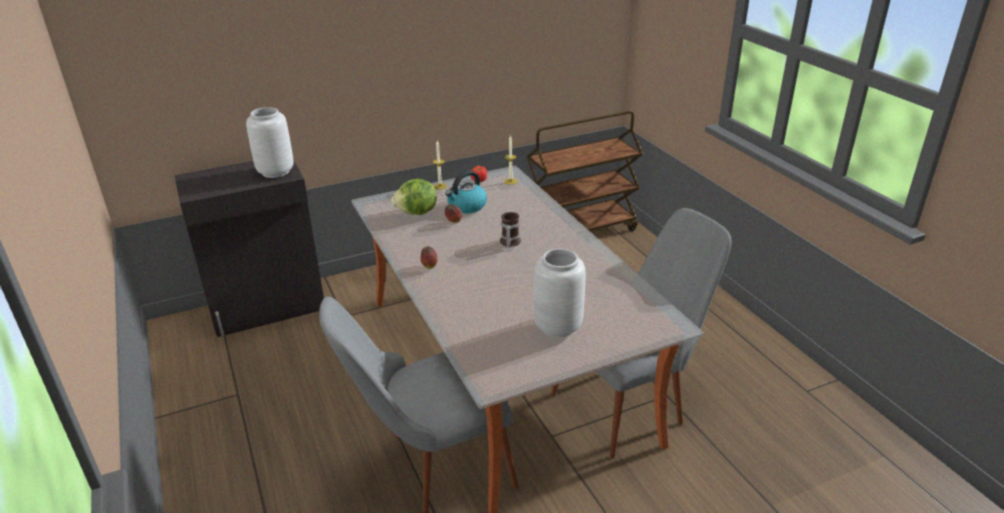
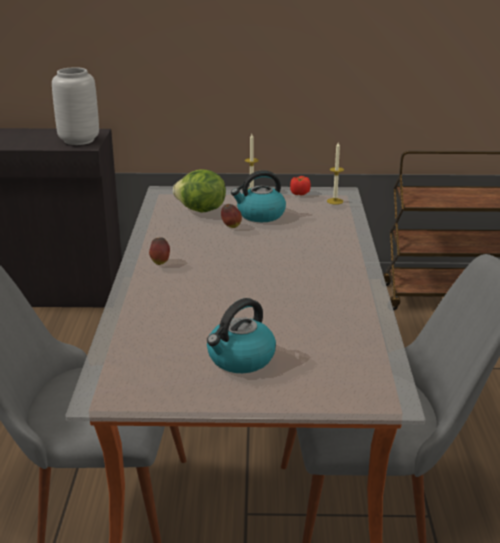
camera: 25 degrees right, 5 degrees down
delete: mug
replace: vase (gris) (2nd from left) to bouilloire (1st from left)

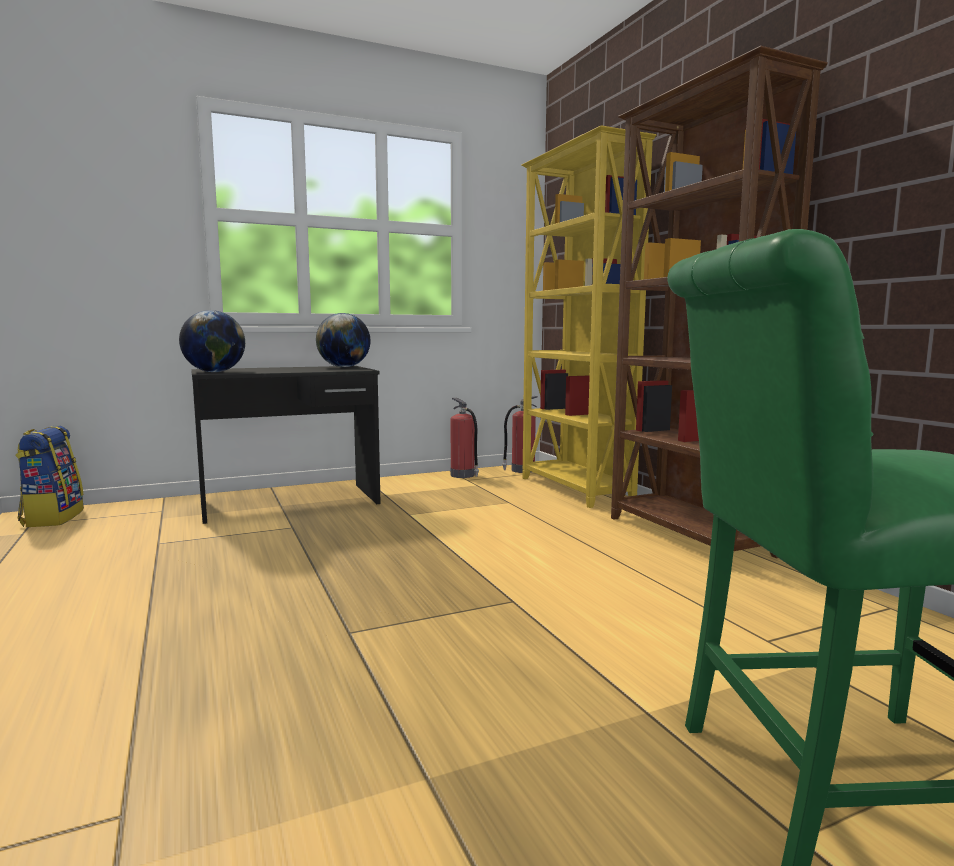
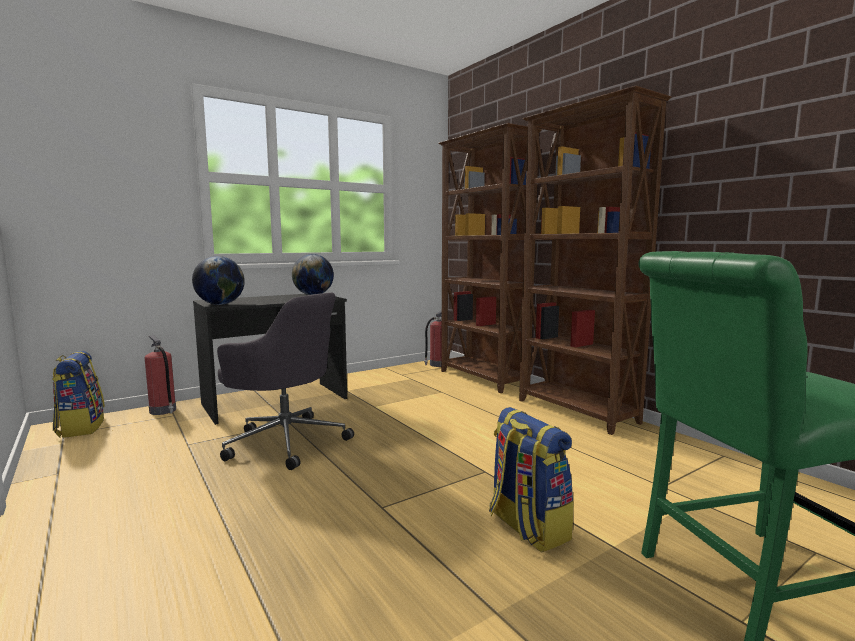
camera: 10 degrees left, 0 degrees up
insert: chaise de bureau (gris); sac à dos (2nd from left)
move: extincteur (1st from left)
recolor: bibliothèque (jaune) to bibliothèque (marron) (1st from left)

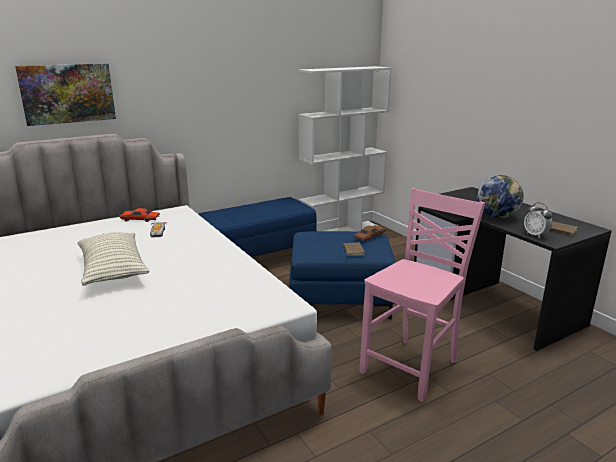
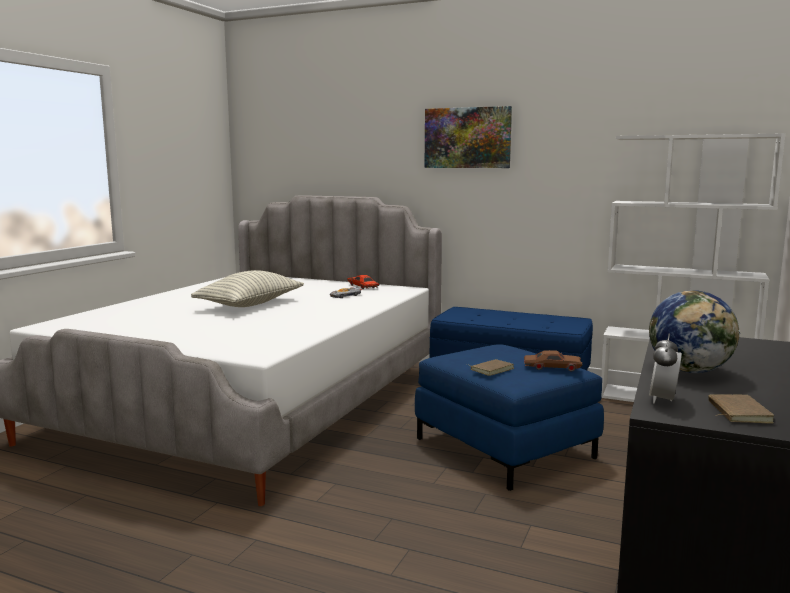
camera: 55 degrees right, 10 degrees down
delete: chaise (rose)
move: tableau

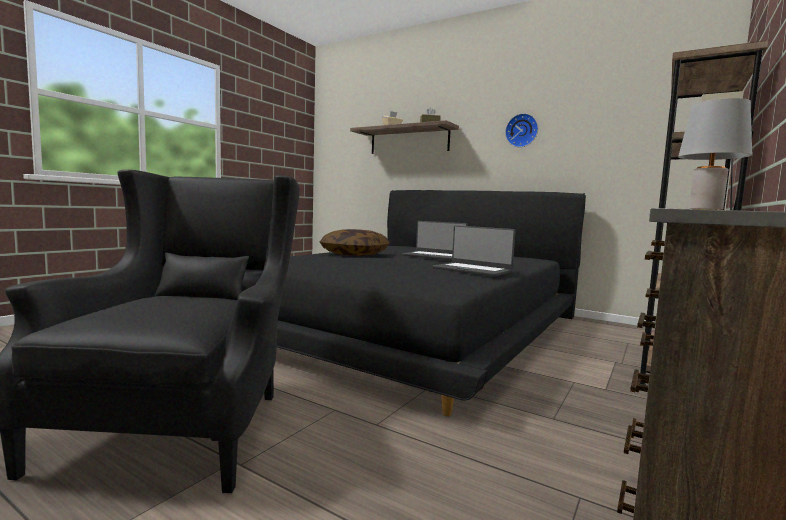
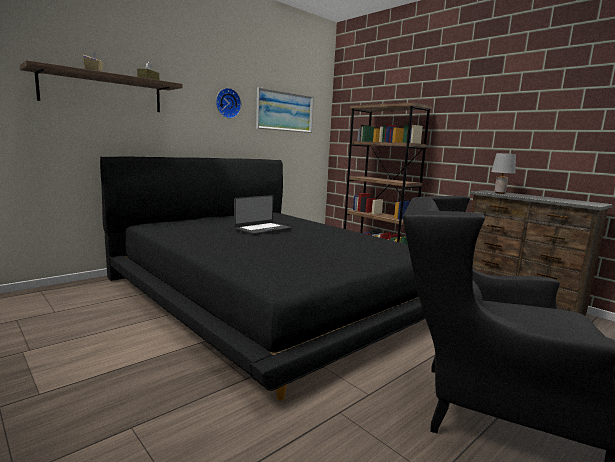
camera: 75 degrees left, 5 degrees up
delete: coussin; ordinateur portable (2nd from left)
insert: tableau

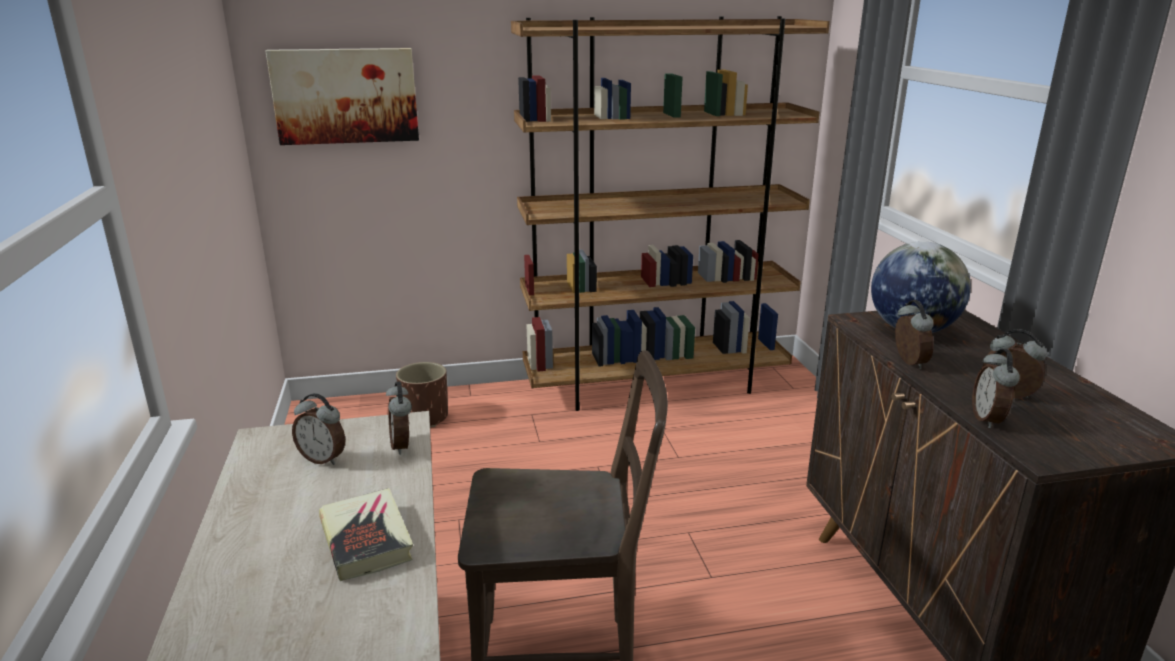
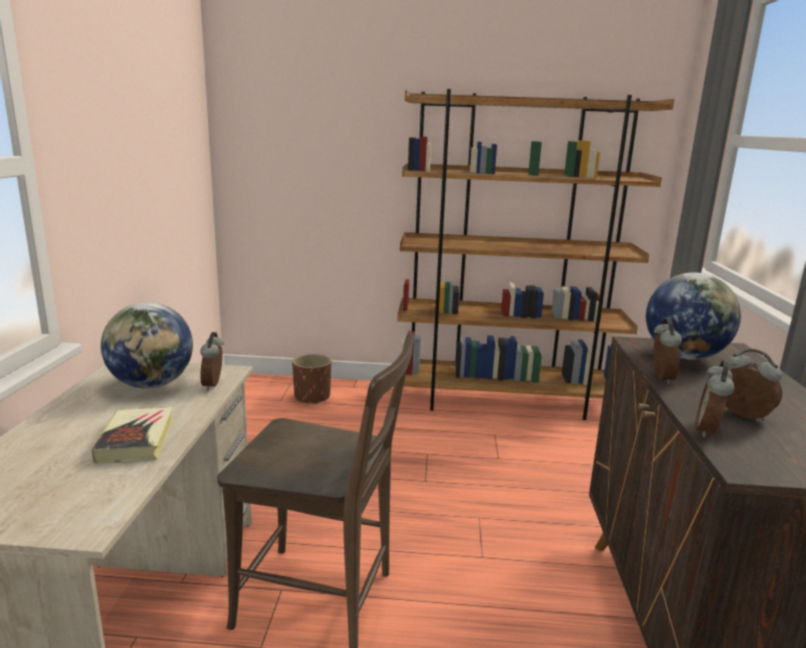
camera: 15 degrees right, 5 degrees down
delete: tableau
replace: réveil (1st from left) to globe (1st from left)

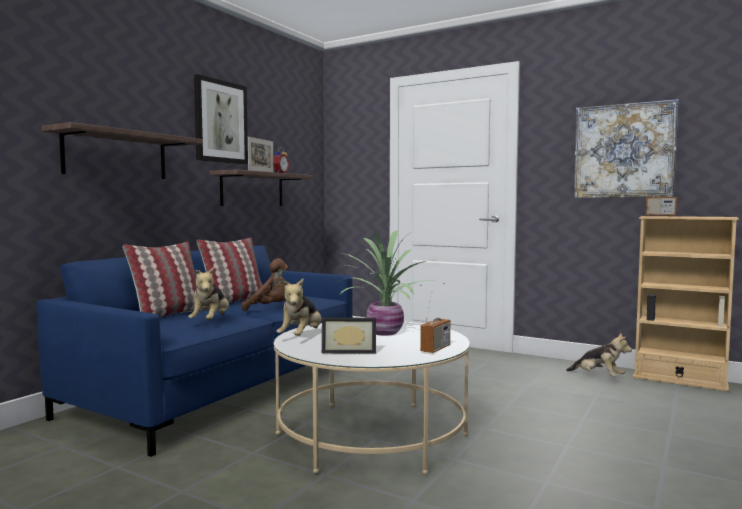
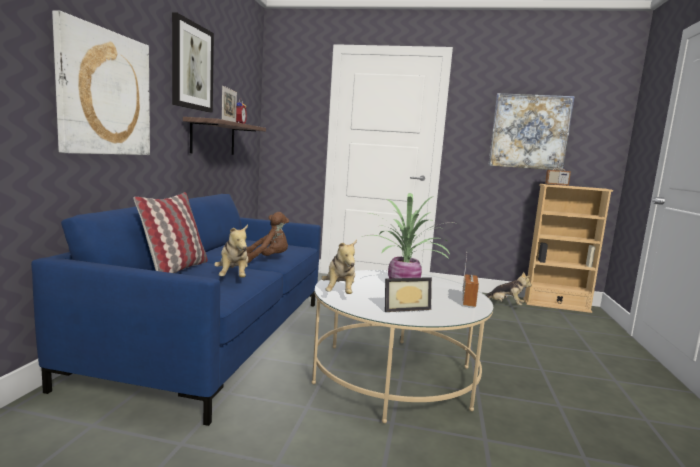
camera: 20 degrees left, 5 degrees up
delete: coussin (2nd from left)
replace: étagère (1st from left) to tableau (1st from left)

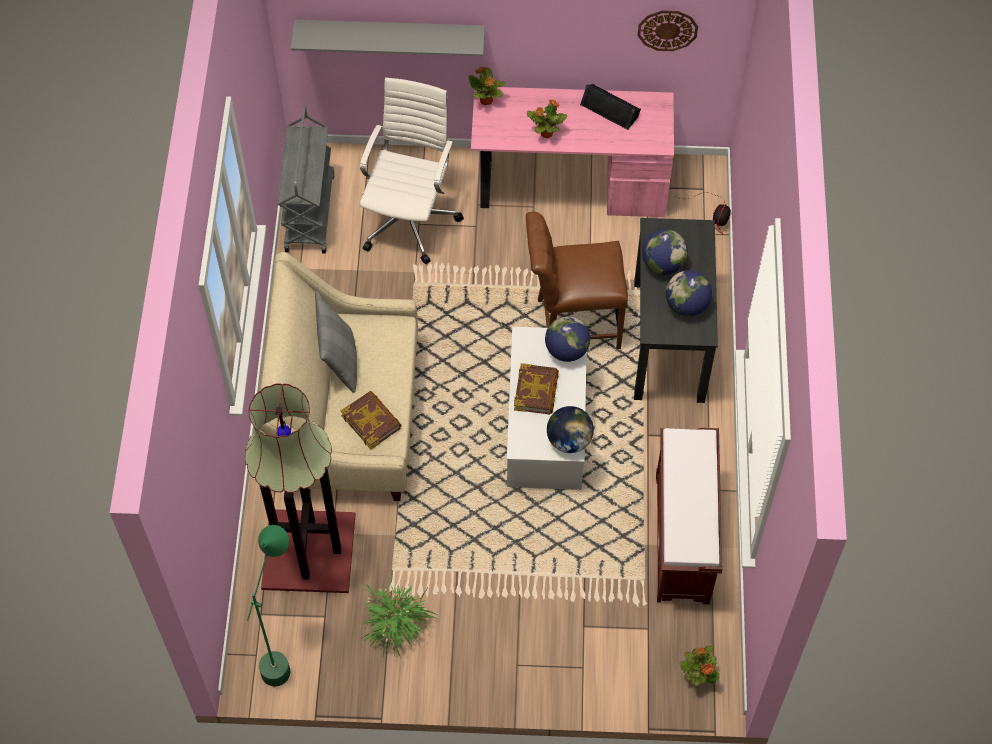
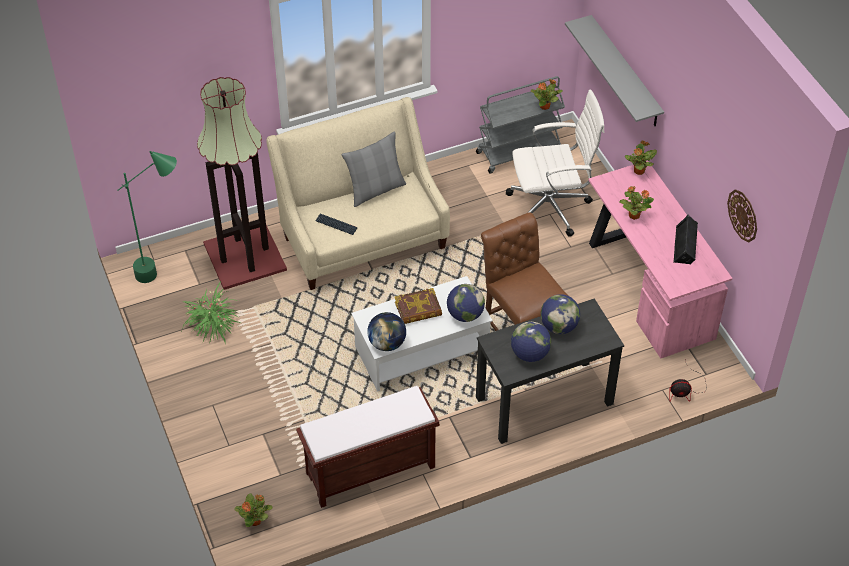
camera: 65 degrees right, 10 degrees down
insert: plante en pot (3rd from left)
replace: livre (1st from left) to clavier

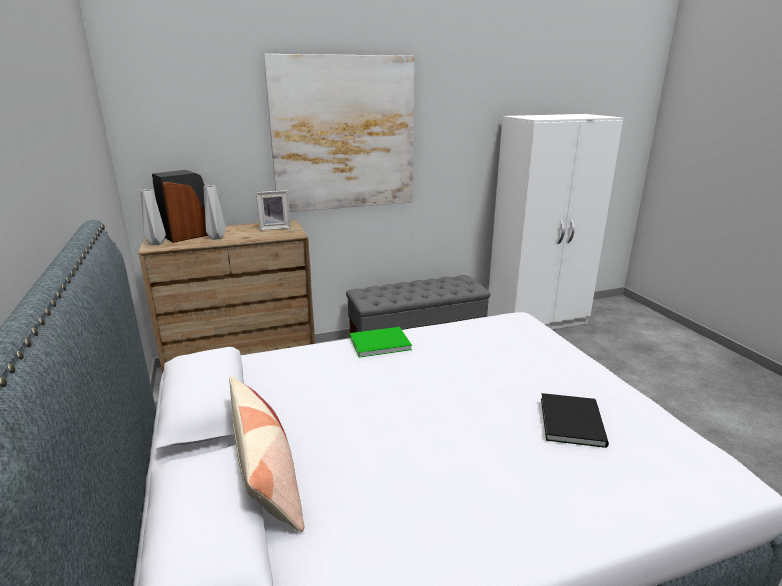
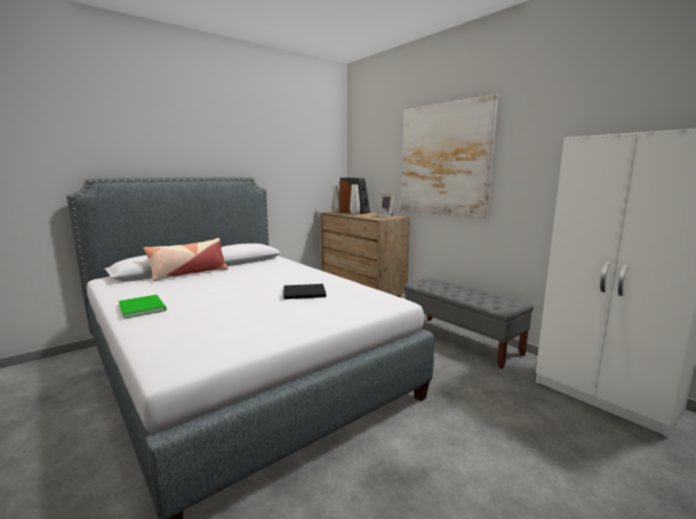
camera: 70 degrees right, 10 degrees down
move: livre (vert); livre (noir)

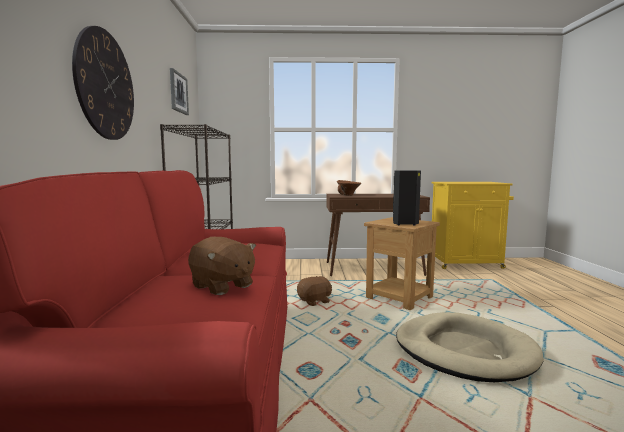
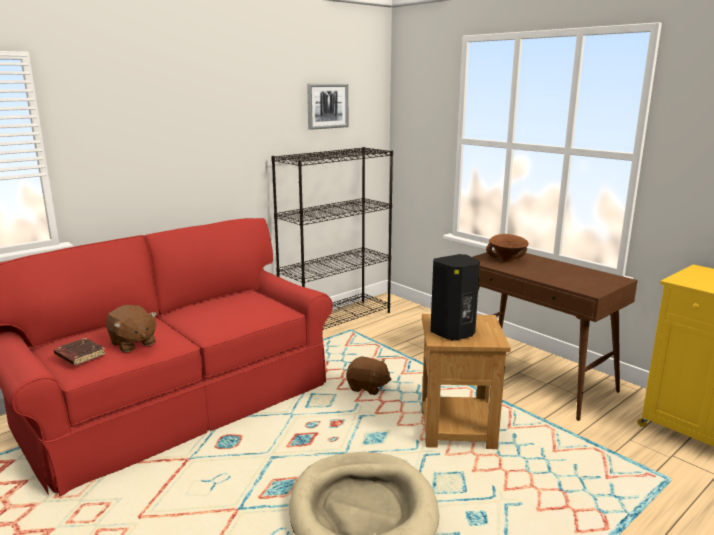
camera: 50 degrees right, 10 degrees up
delete: horloge murale
insert: livre (marron)
rotate: peluche (marron) (1st from left) 45 degrees counterclockwise

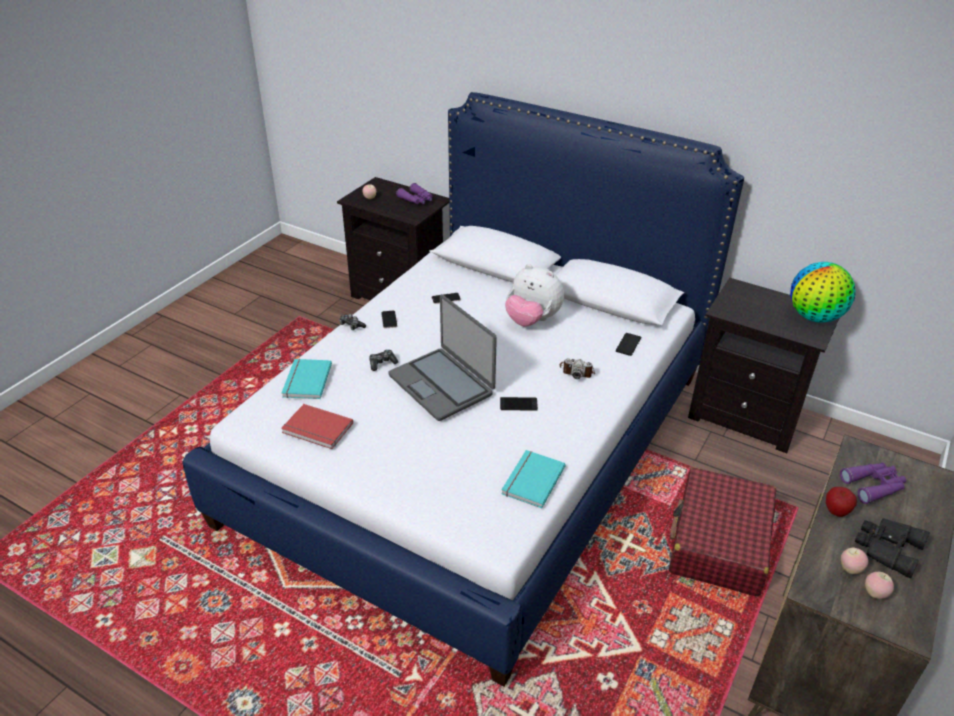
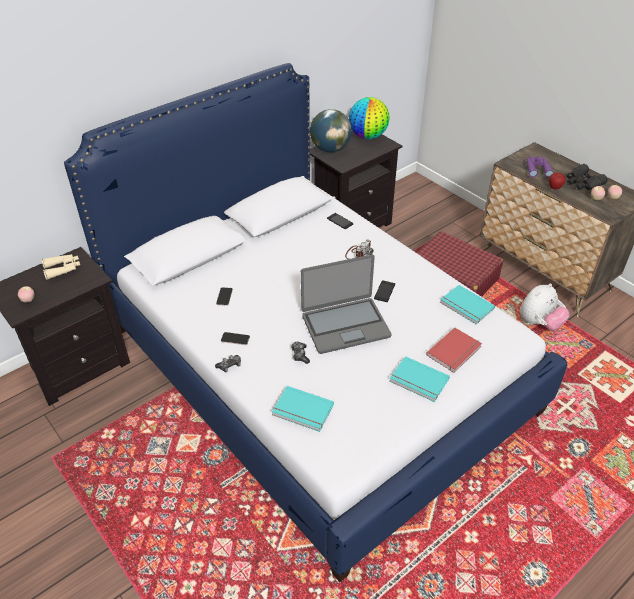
camera: 70 degrees left, 5 degrees up
insert: globe (1st from left); livre (turquoise) (2nd from left)
move: livre (rouge); peluche
recolor: jumelles (violet) (1st from left) to jumelles (beige)

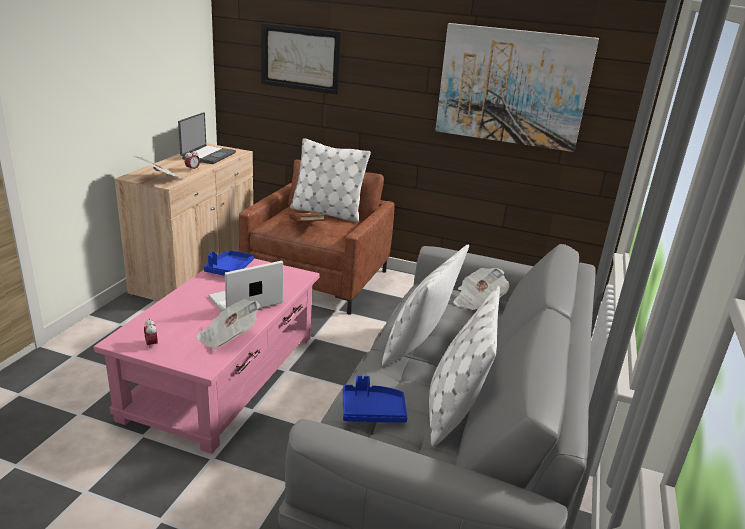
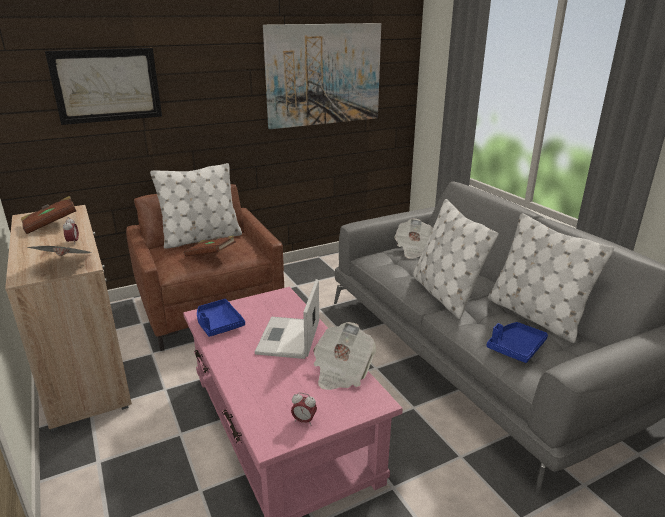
camera: 45 degrees left, 0 degrees up
replace: ordinateur portable (1st from left) to livre (marron) (1st from left)

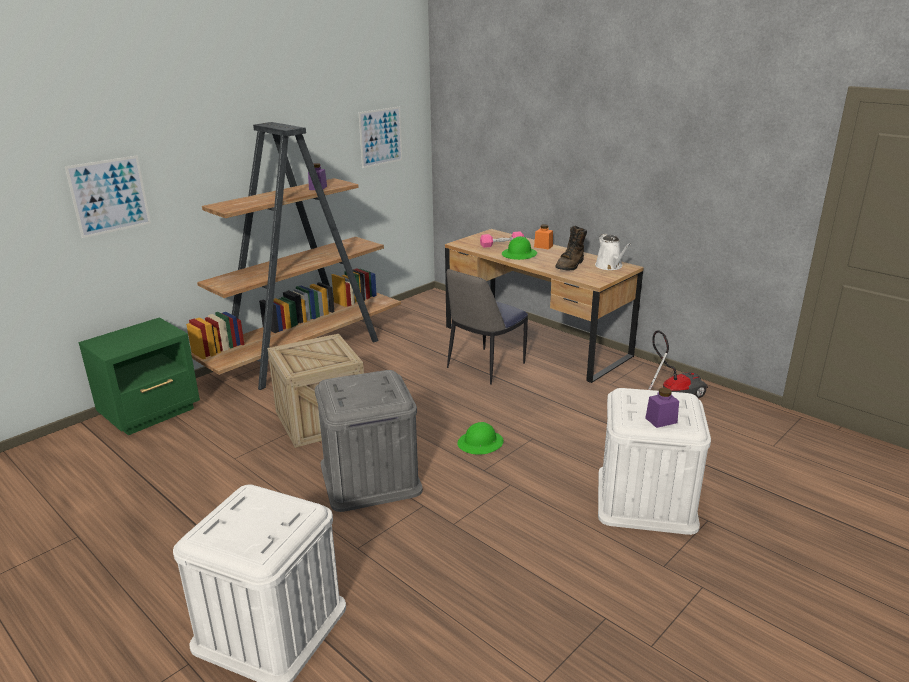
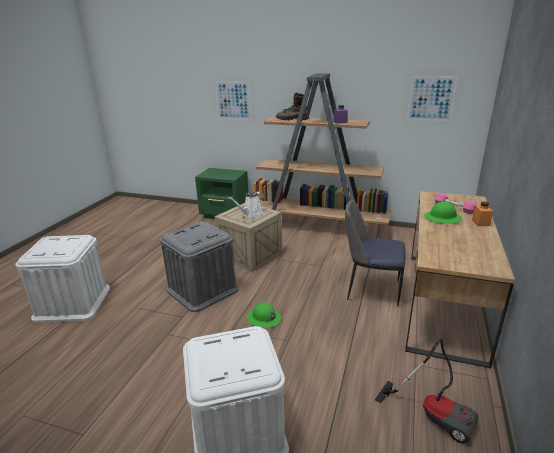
camera: 65 degrees right, 0 degrees up
delete: bocal (violet) (2nd from left)
move: botte (marron); arrosoir (blanc)

